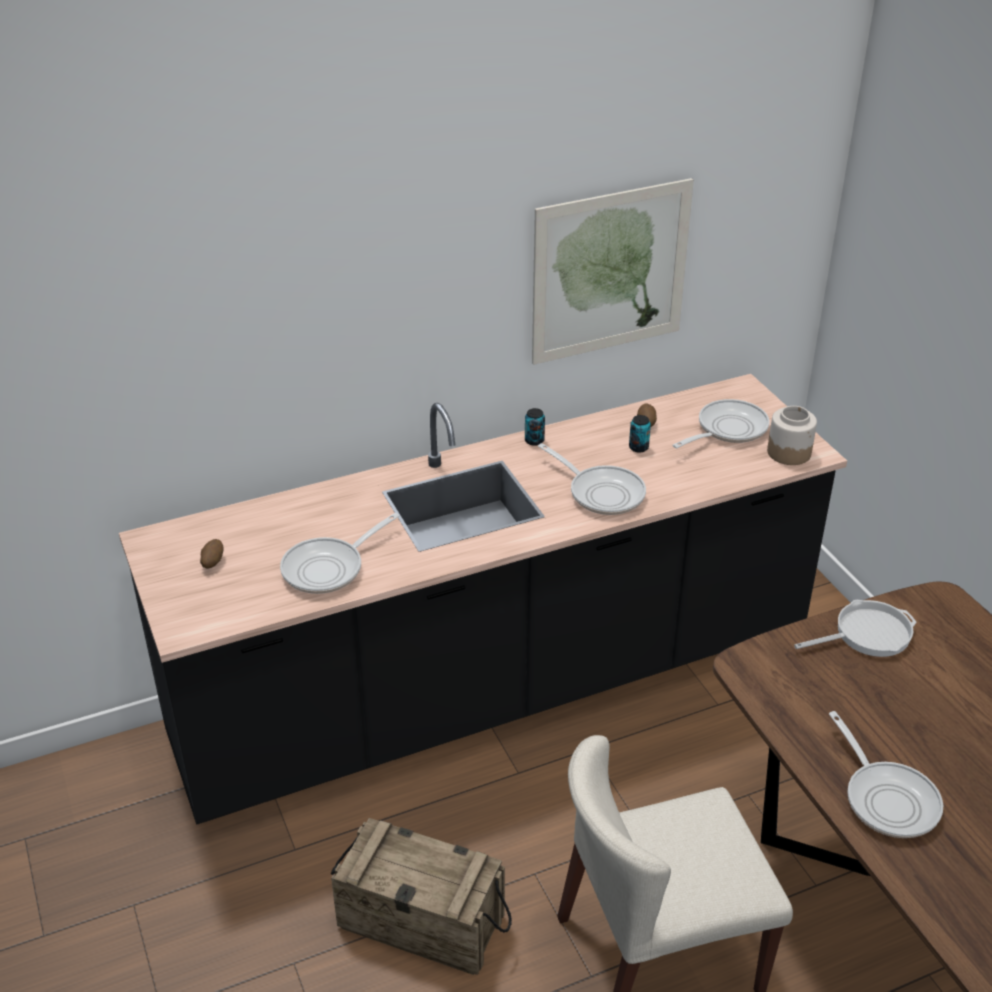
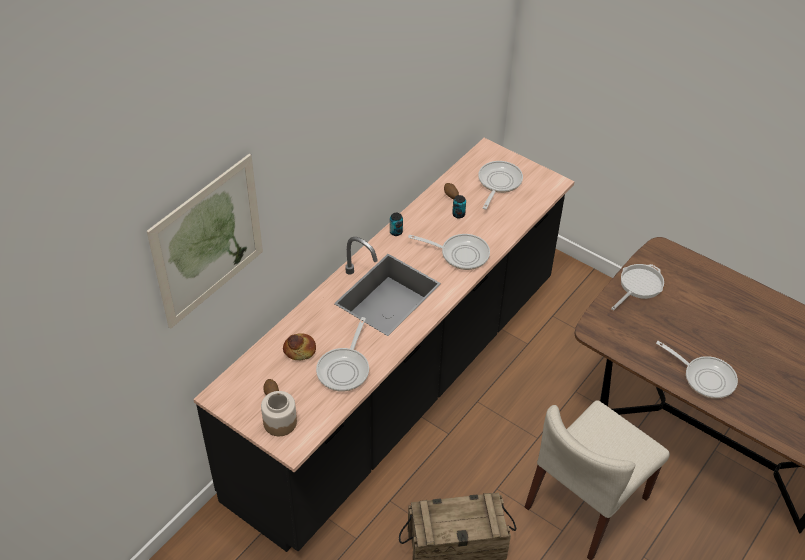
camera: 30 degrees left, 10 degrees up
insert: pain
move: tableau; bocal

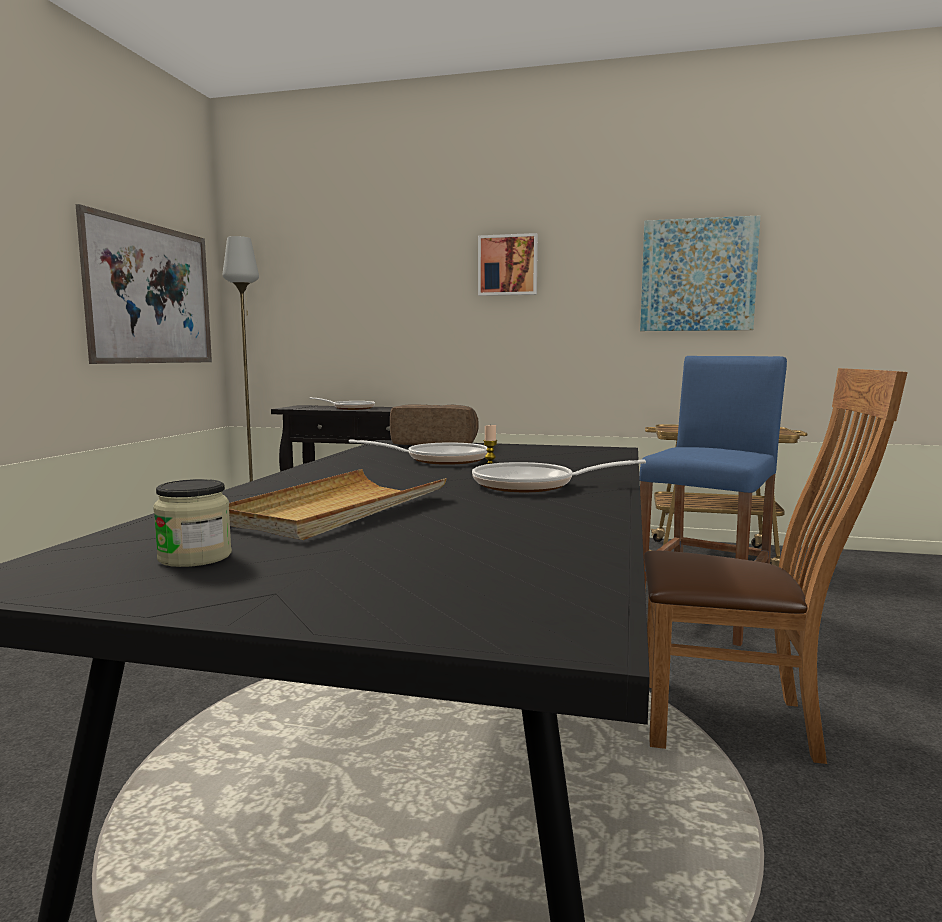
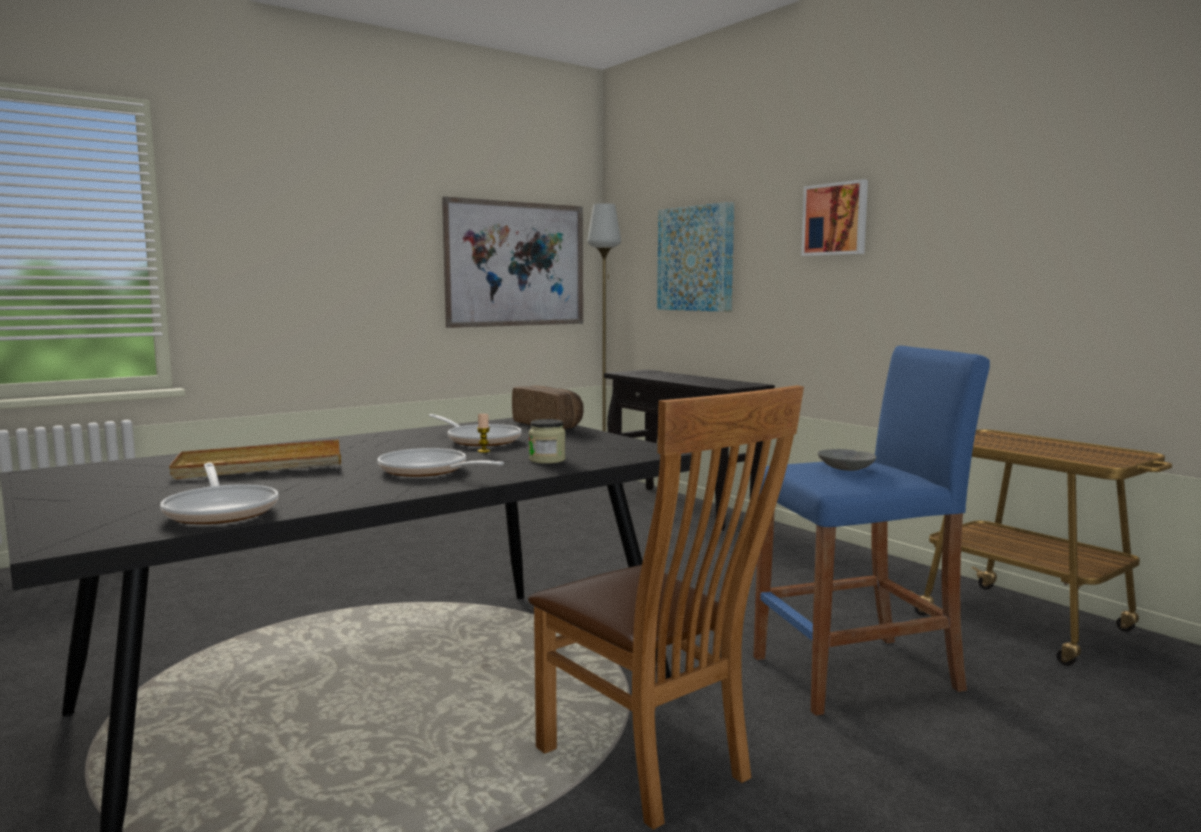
camera: 40 degrees right, 0 degrees up
insert: bol (gris)
move: bocal; poêle (1st from left); tableau (3rd from left in the first image) to tableau (2nd from left)

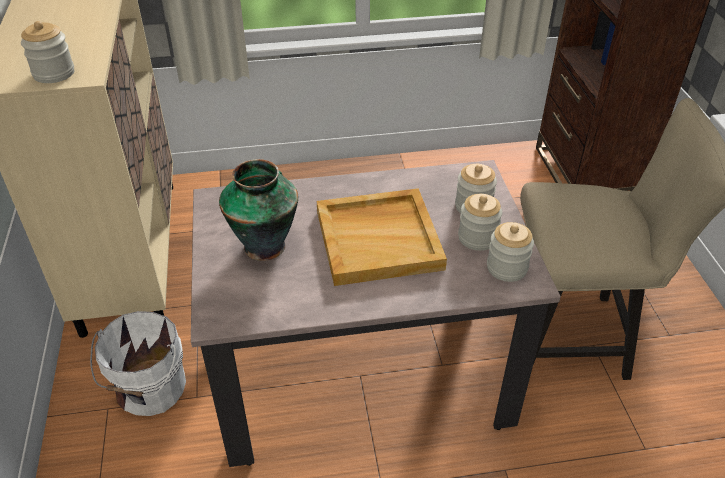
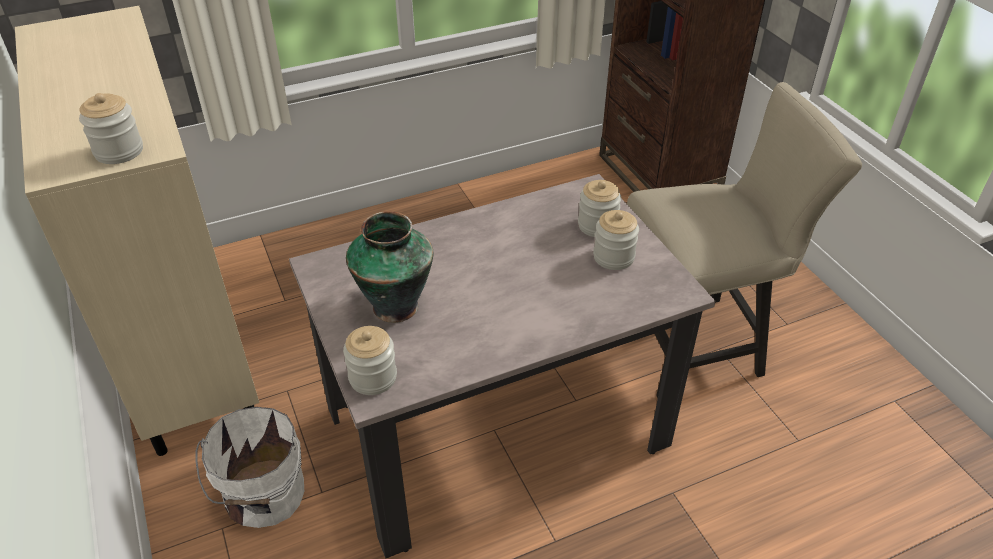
camera: 15 degrees left, 0 degrees up
delete: plateau (beige)
move: bocal (4th from left in the first image) to bocal (2nd from left)

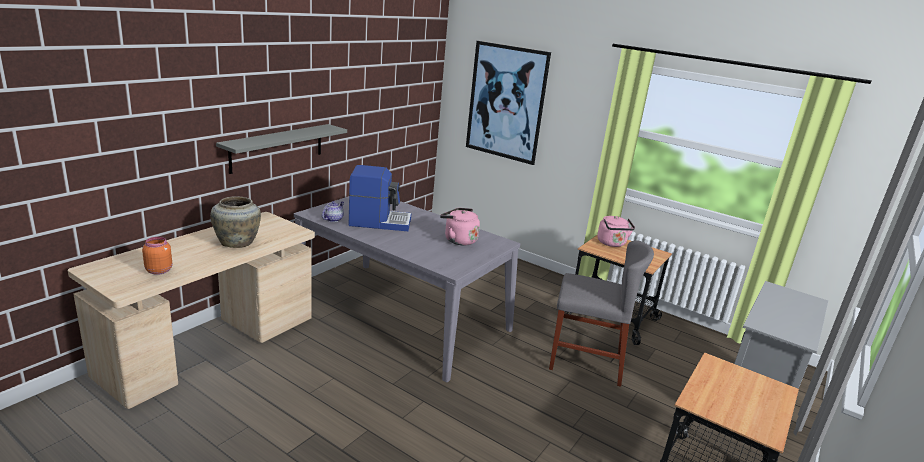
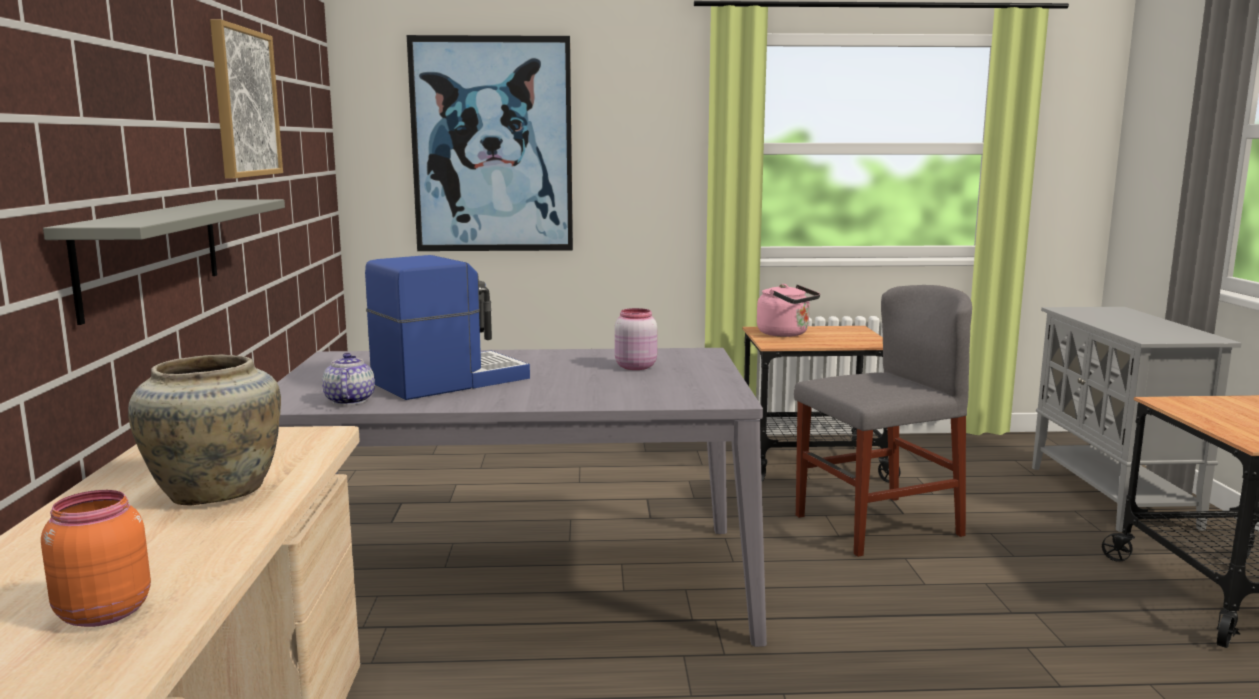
camera: 35 degrees left, 10 degrees down
insert: tableau (1st from left)
replace: bouilloire (rose) (1st from left) to bocal (rose)

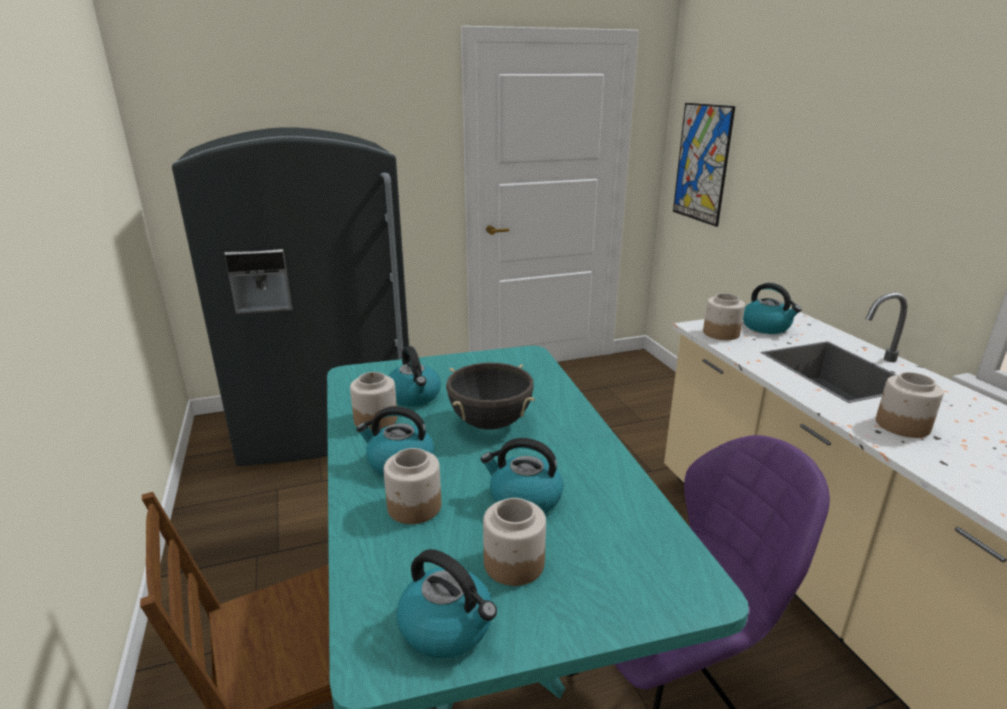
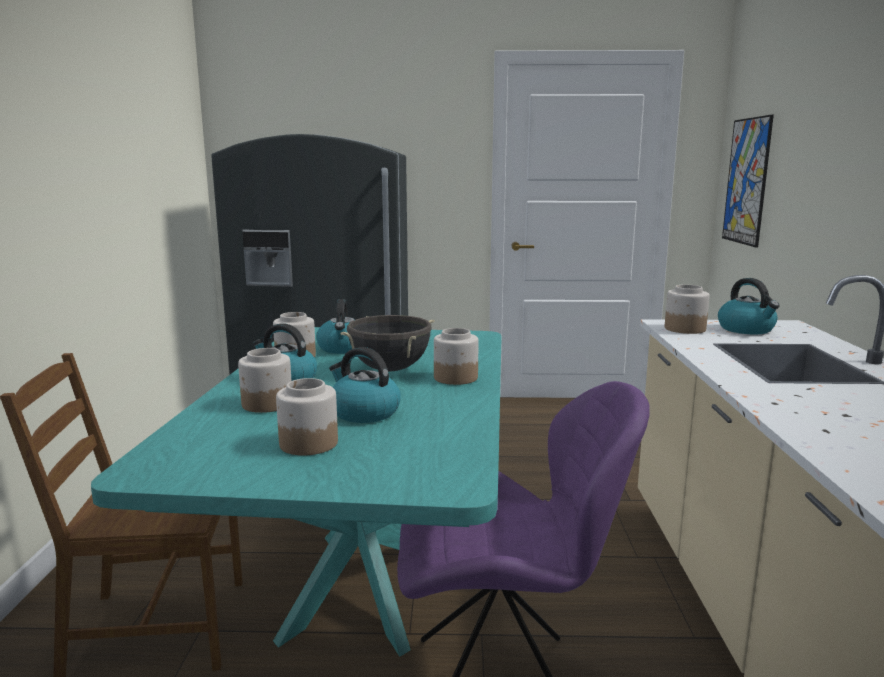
camera: 20 degrees right, 10 degrees down
delete: bouilloire (3rd from left)
move: bocal (5th from left in the first image) to bocal (4th from left)

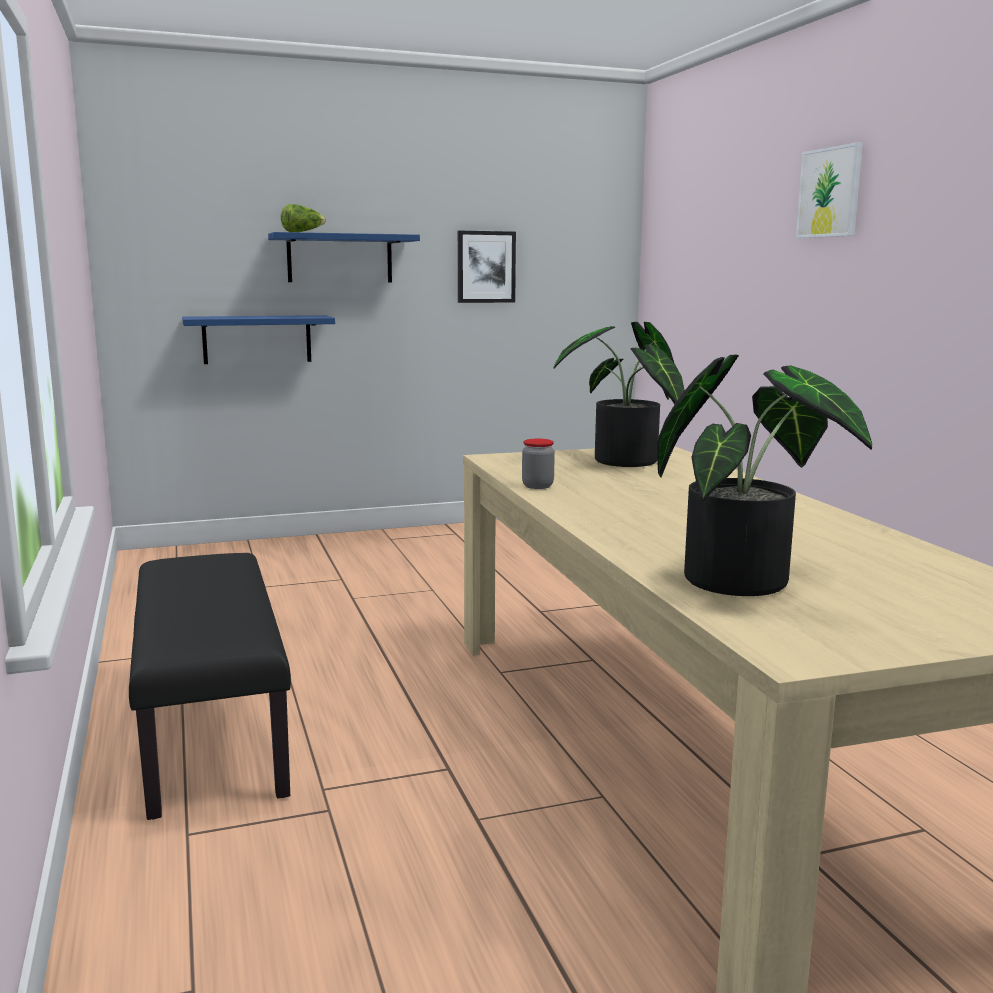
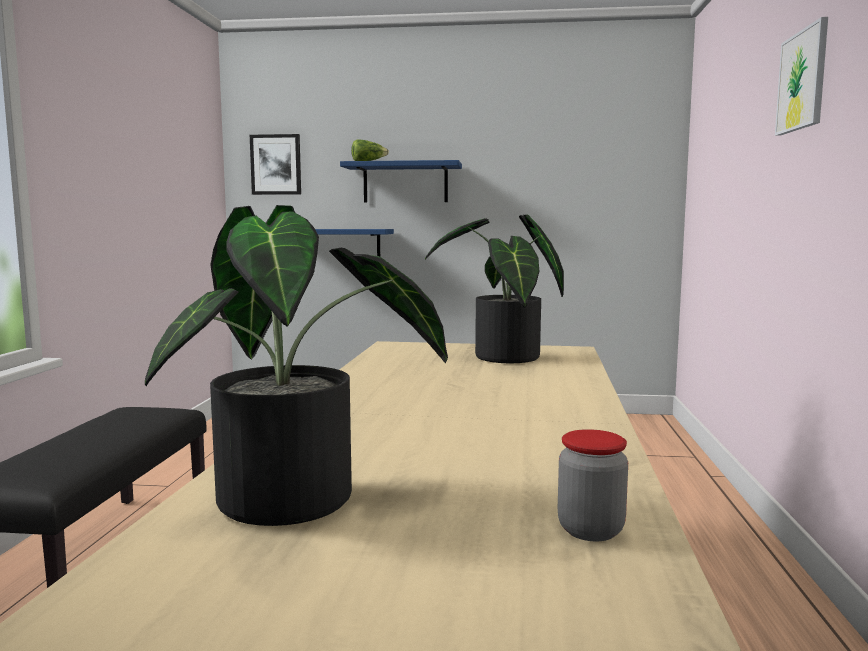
camera: 25 degrees right, 5 degrees down
move: tableau (1st from left); bocal

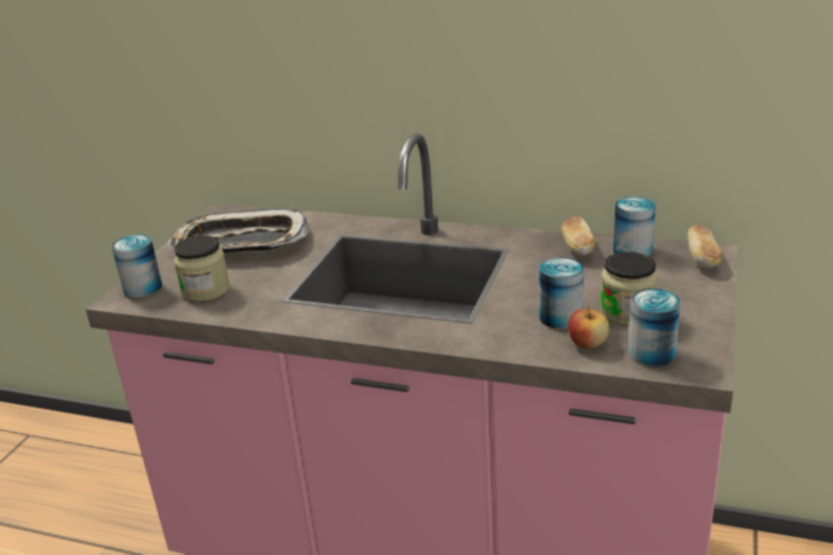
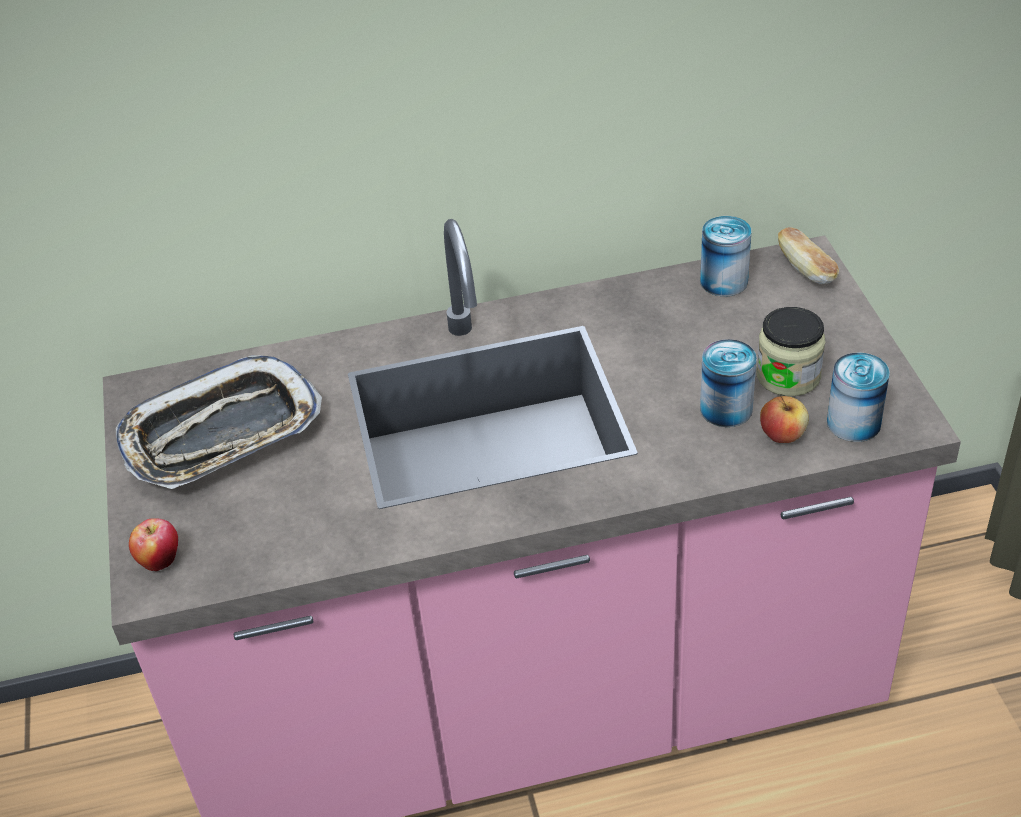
camera: 30 degrees left, 15 degrees up
delete: bocal (1st from left); pain (1st from left)
replace: boîte métallique (1st from left) to pomme (1st from left)

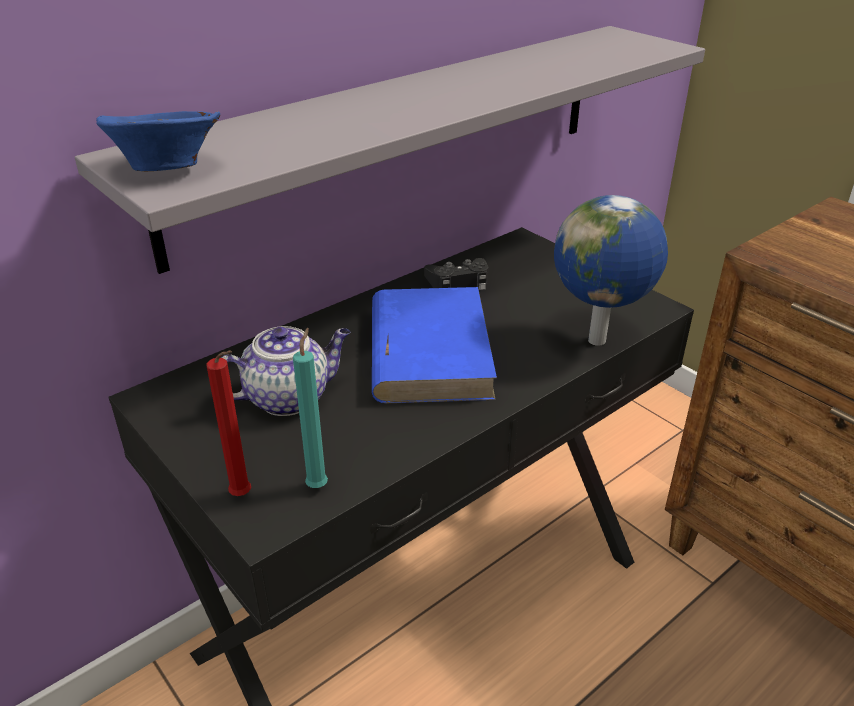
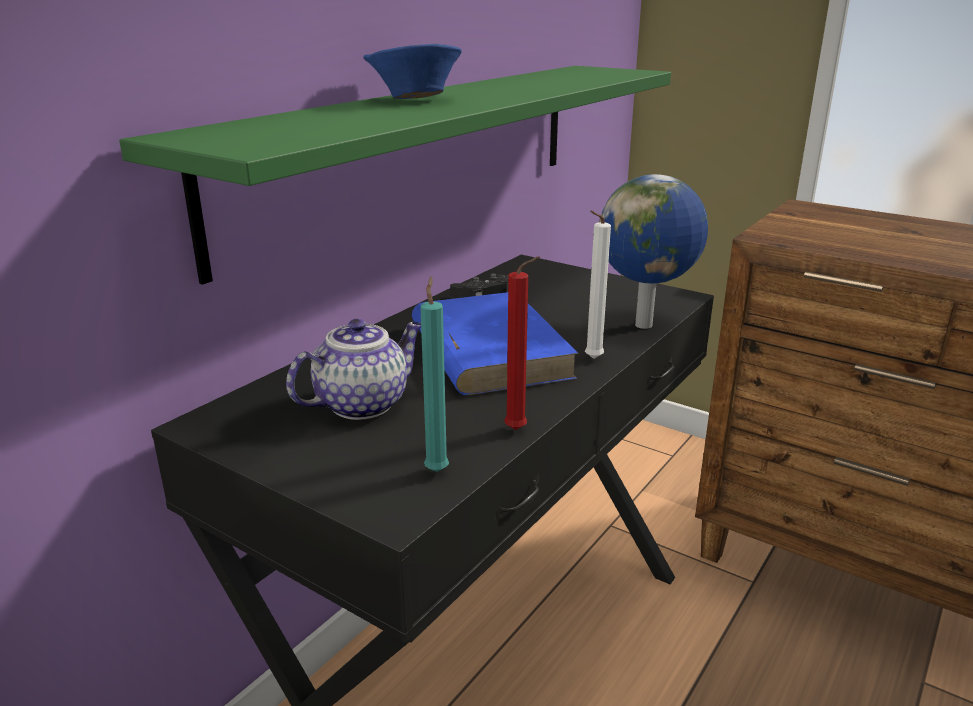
camera: 15 degrees left, 10 degrees down
insert: bougie (blanc)
move: bol (bleu); bougie (rouge)
recolor: étagère (gris) to étagère (vert)

